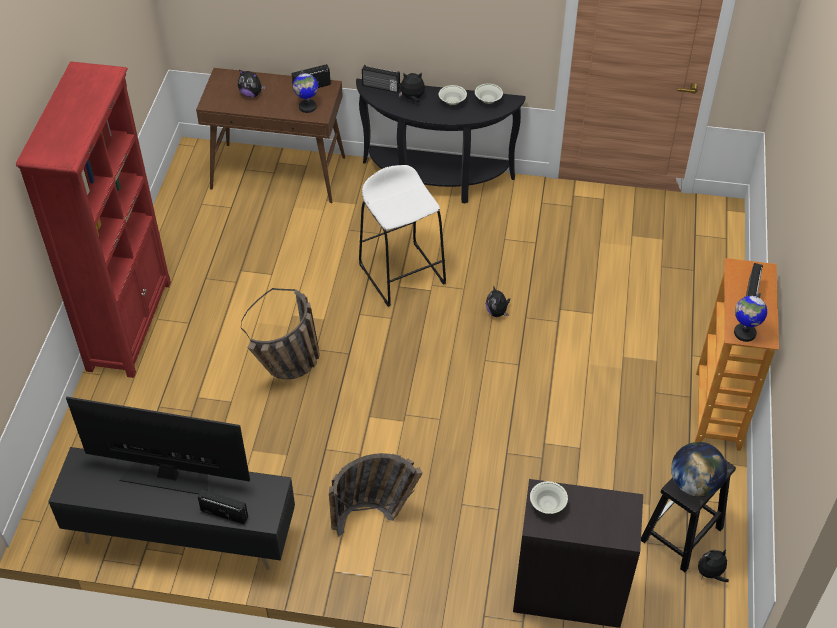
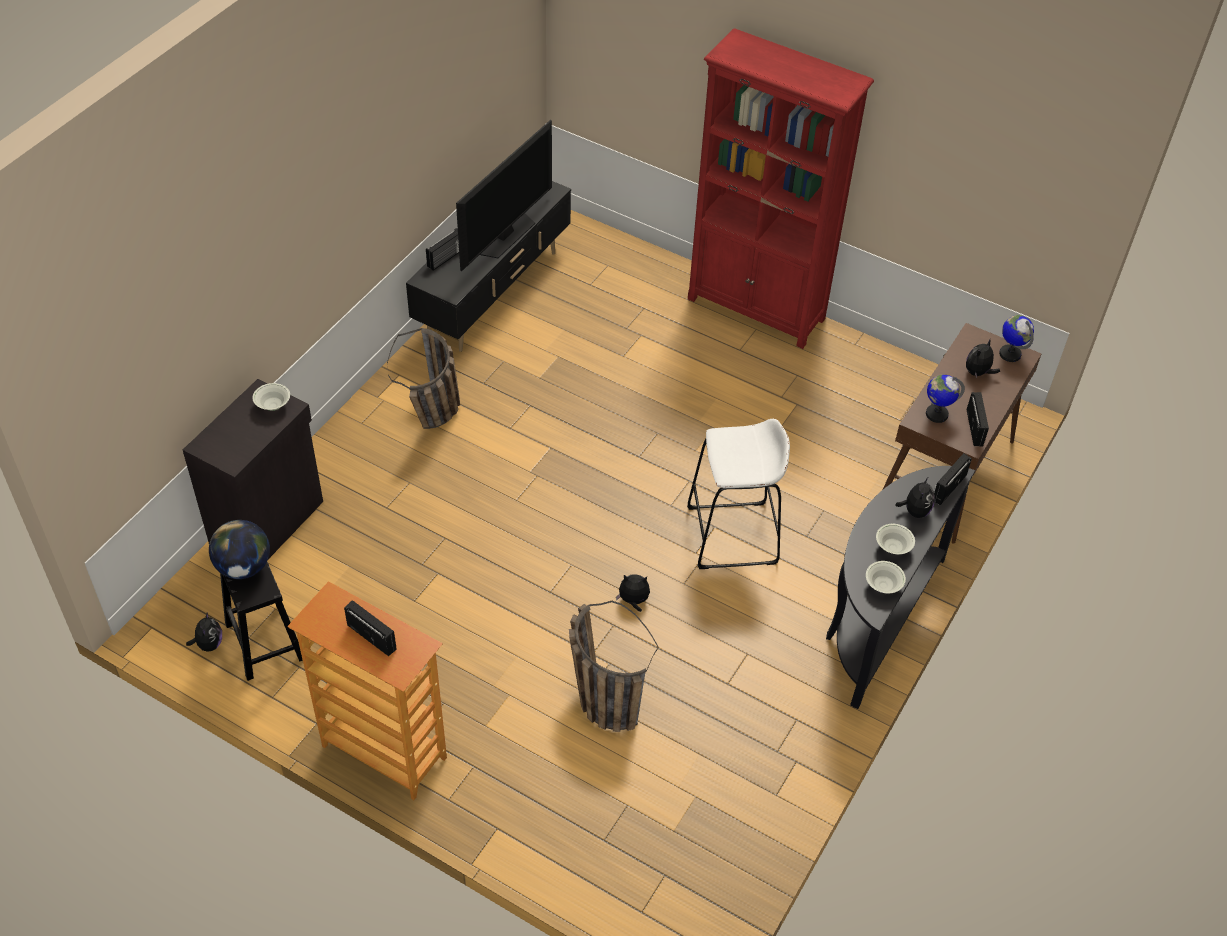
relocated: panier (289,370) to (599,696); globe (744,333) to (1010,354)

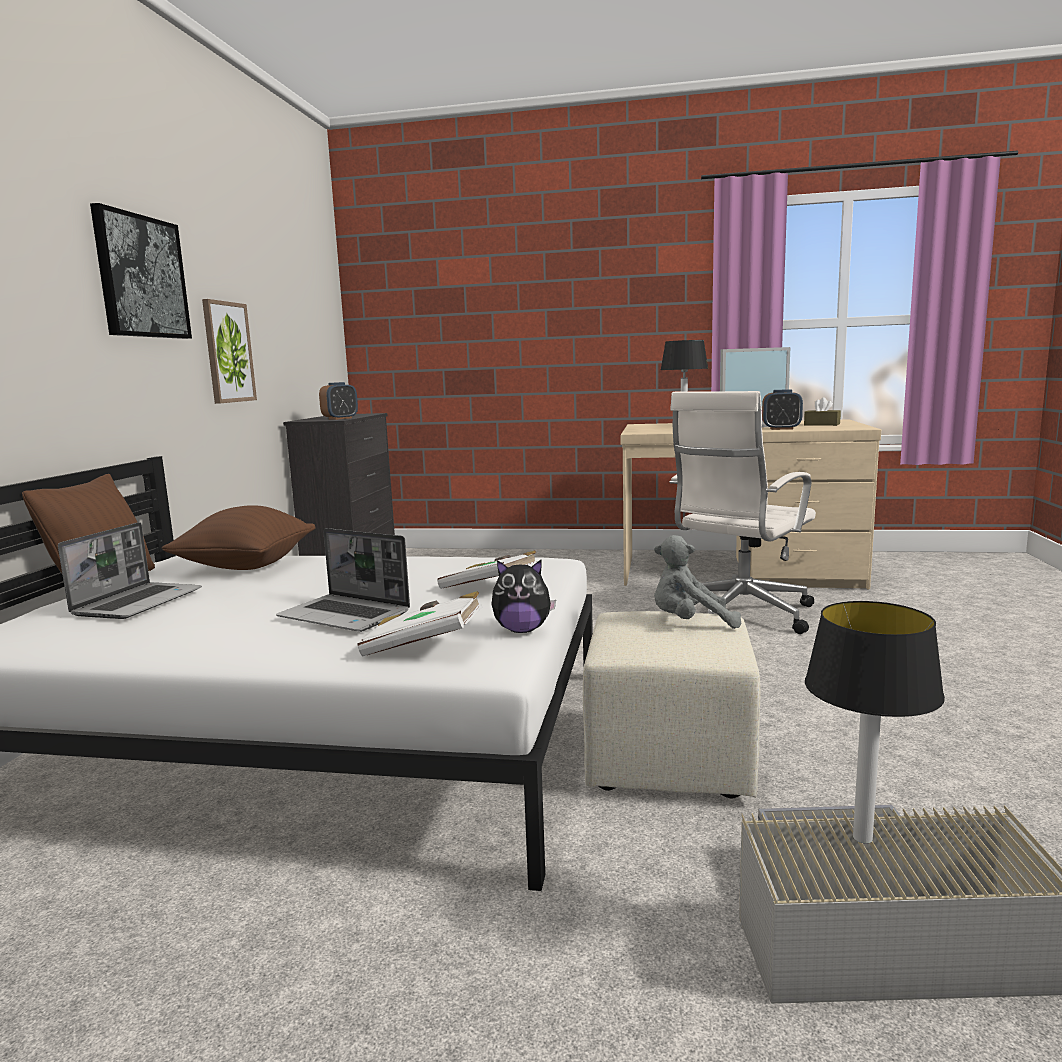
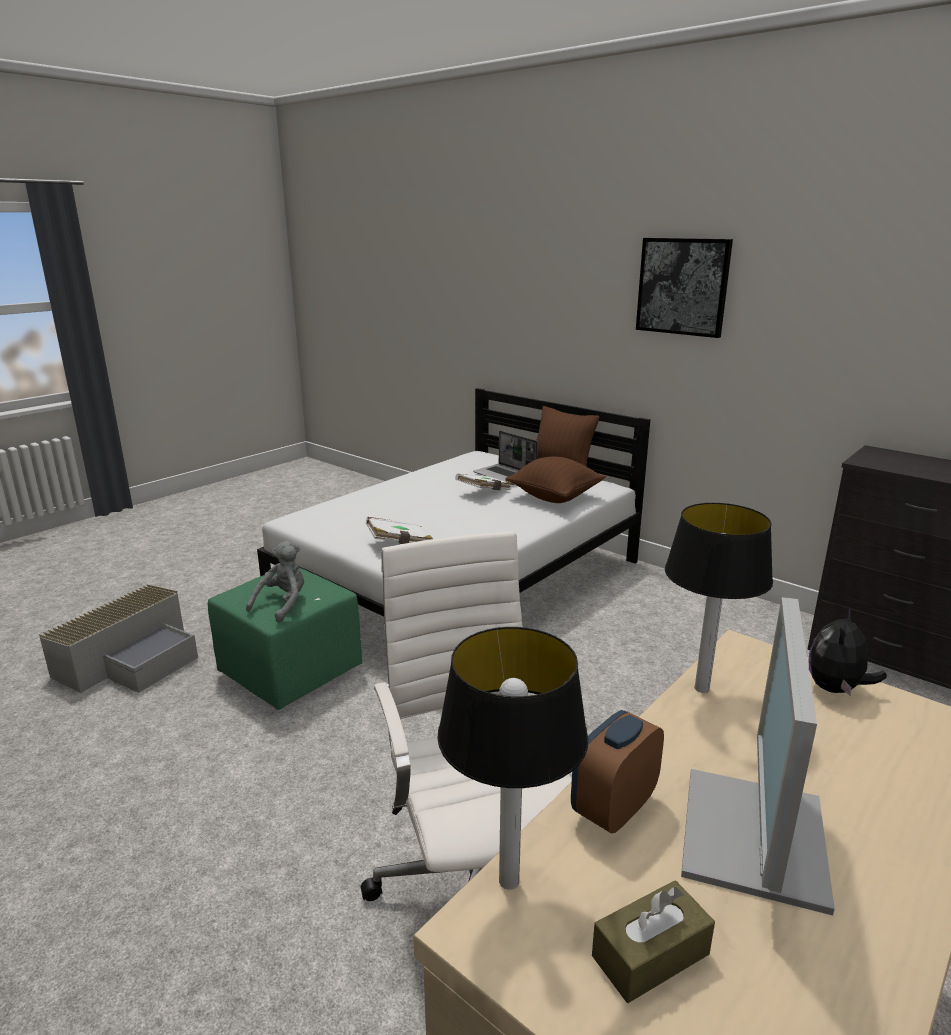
missing: tableau (228,352); réveil (340,418); ordinateur portable (346,615)
relocated: peluche (522,630) to (836,689); livre/blanc (423,646) to (484,492); lampe de table (861,837) to (510,879)
colour: pouf/beige (668,759) to pouf/vert (292,672)

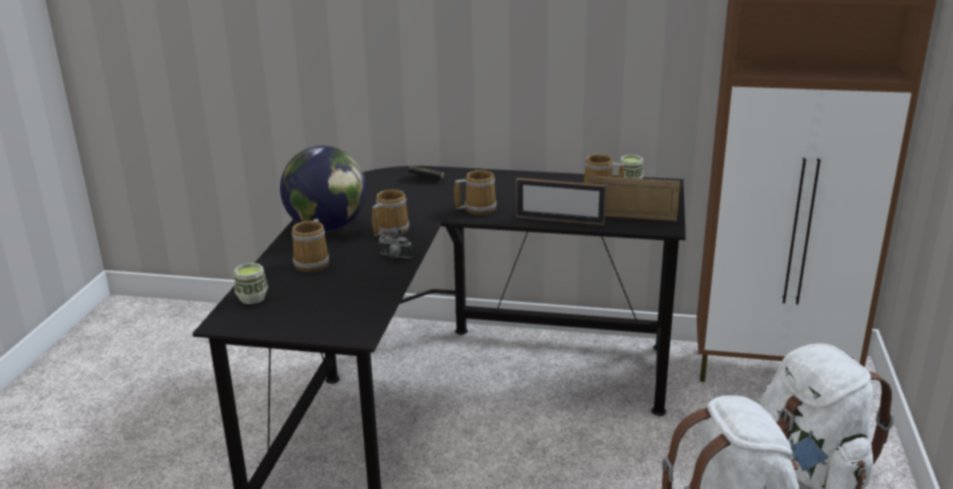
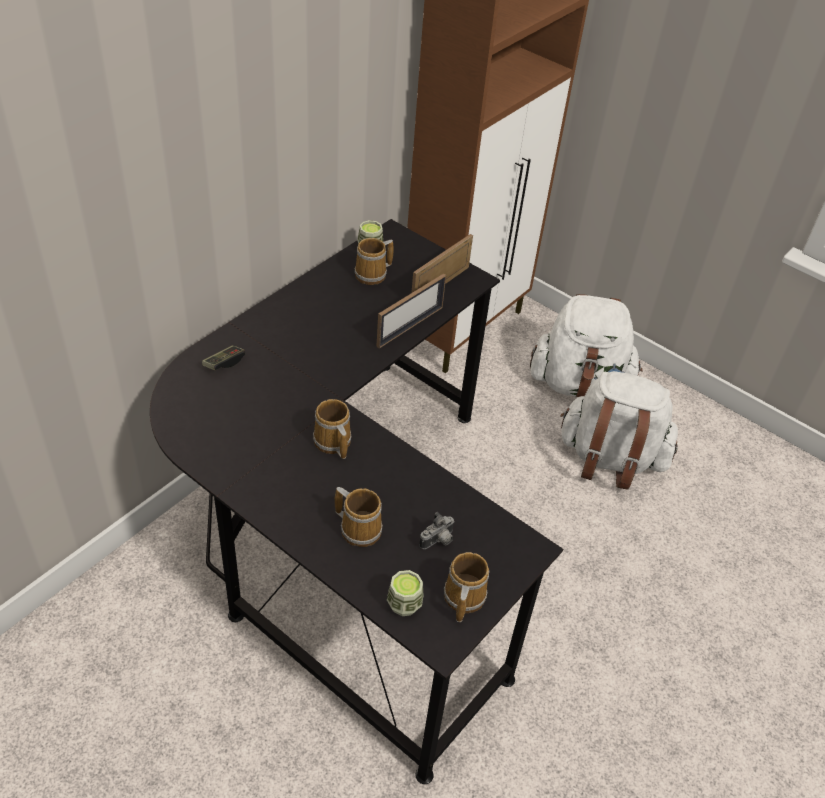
missing: globe (327,227)
relocated: mug (477,208) to (462,598); appareil photo (394,257) to (438,541)

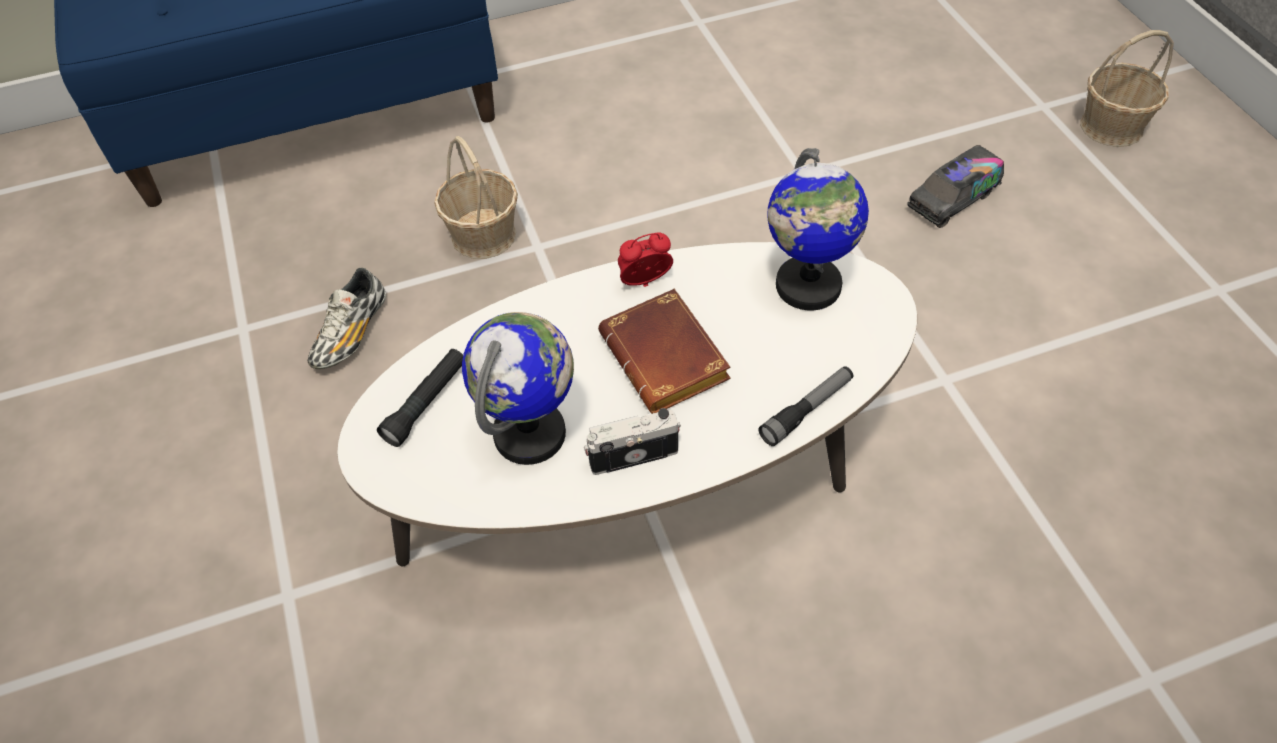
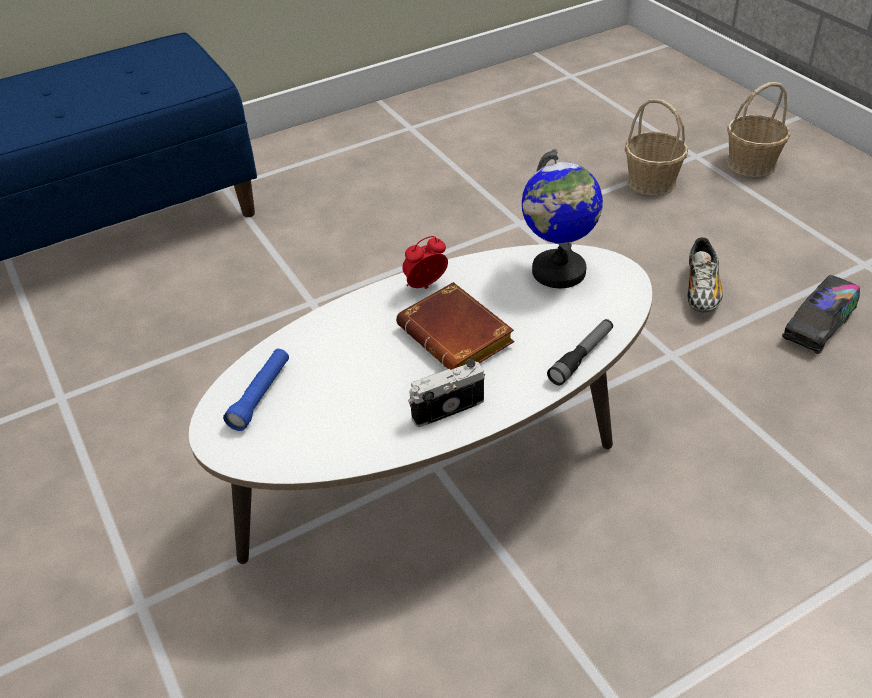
missing: globe (531,434)
relocated: panier (484,235) to (651,181); camion jouet (953,199) to (818,326); chaussure (351,334) to (701,290)
colour: lampe de poche/noir (426,403) to lampe de poche/bleu (260,395)

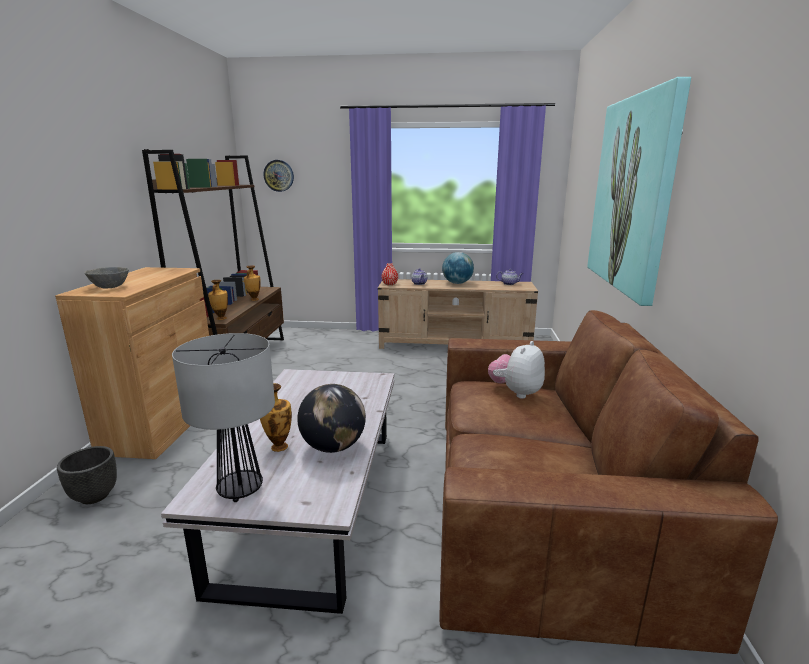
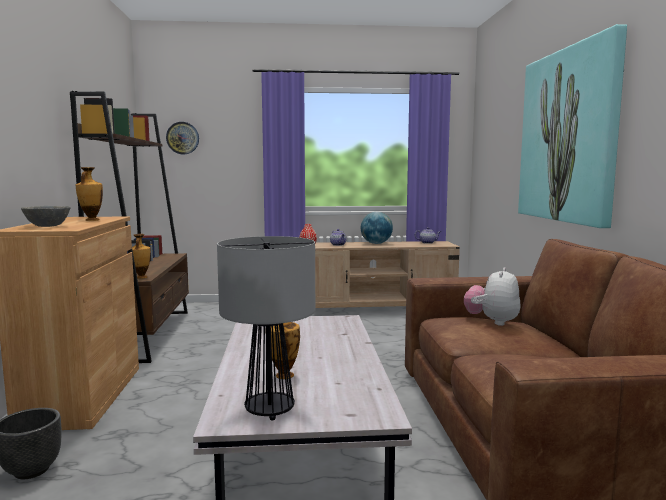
missing: globe (333,447)
relocated: vase (254,299) to (91,220)

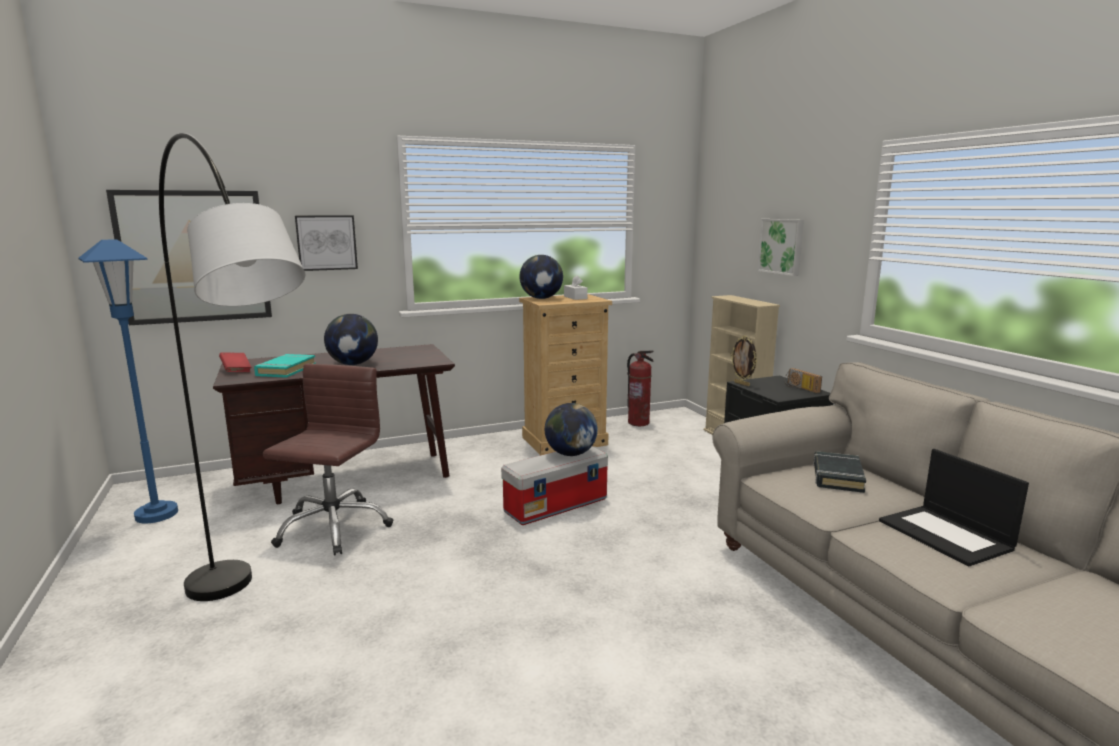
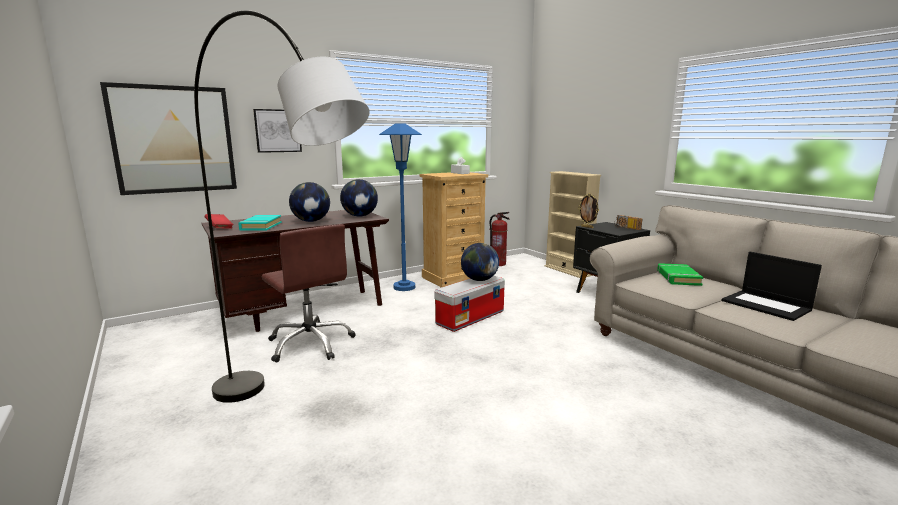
missing: tableau (782,246)
relocated: lampadaire/bleu (157,514) to (404,287); globe (541,298) to (360,216)
colour: livre/noir (837,476) to livre/vert (678,278)
spun: chaise de bureau/marron (333,527) = (311,344) 135 degrees clockwise

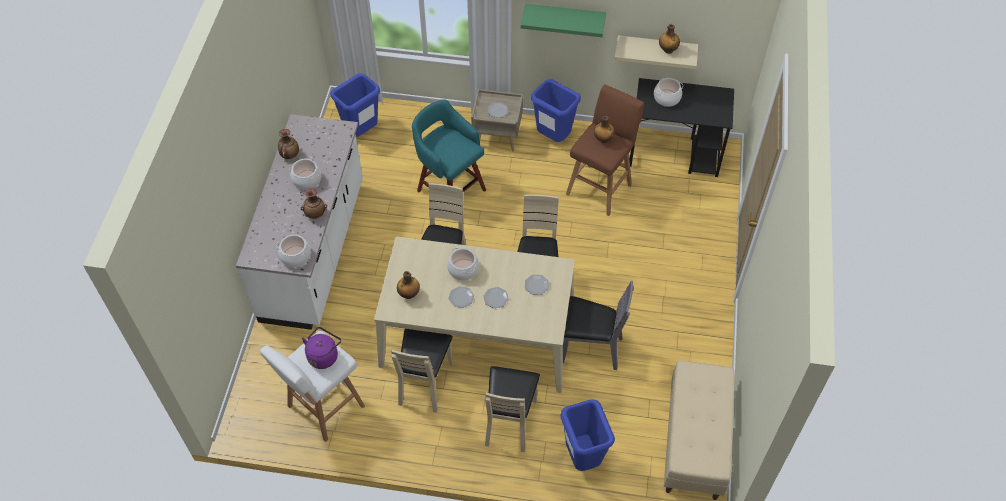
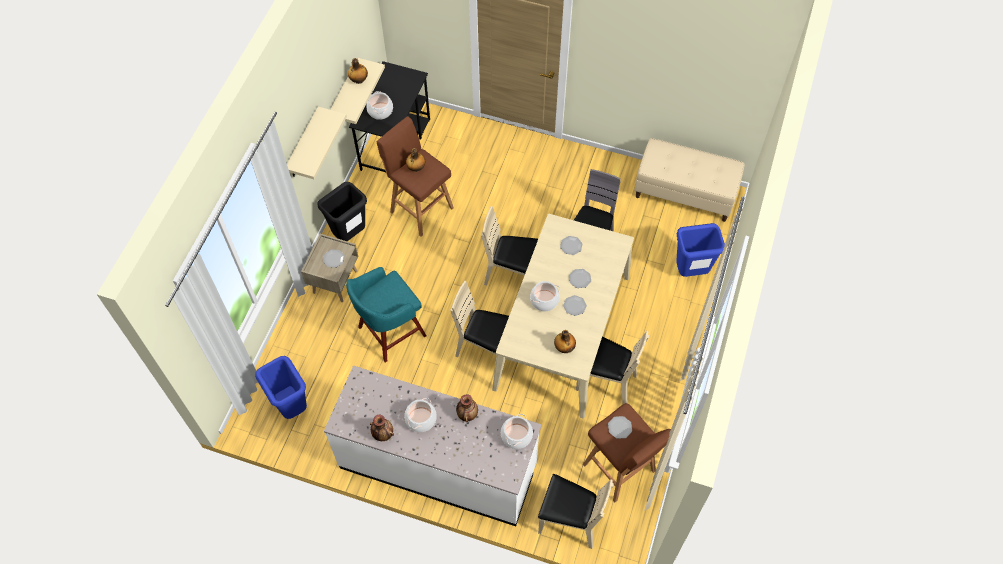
relocated: chaise/beige (509,422) to (570,521)
exchanged: bouilloire/violet (324,355) to assiette (619,427)
colour: étagère/vert (564,17) to étagère/beige (303,144); poubelle/bleu (553,138) to poubelle/noir (349,235); tabouret/blanc (324,408) to tabouret/marron (620,469)

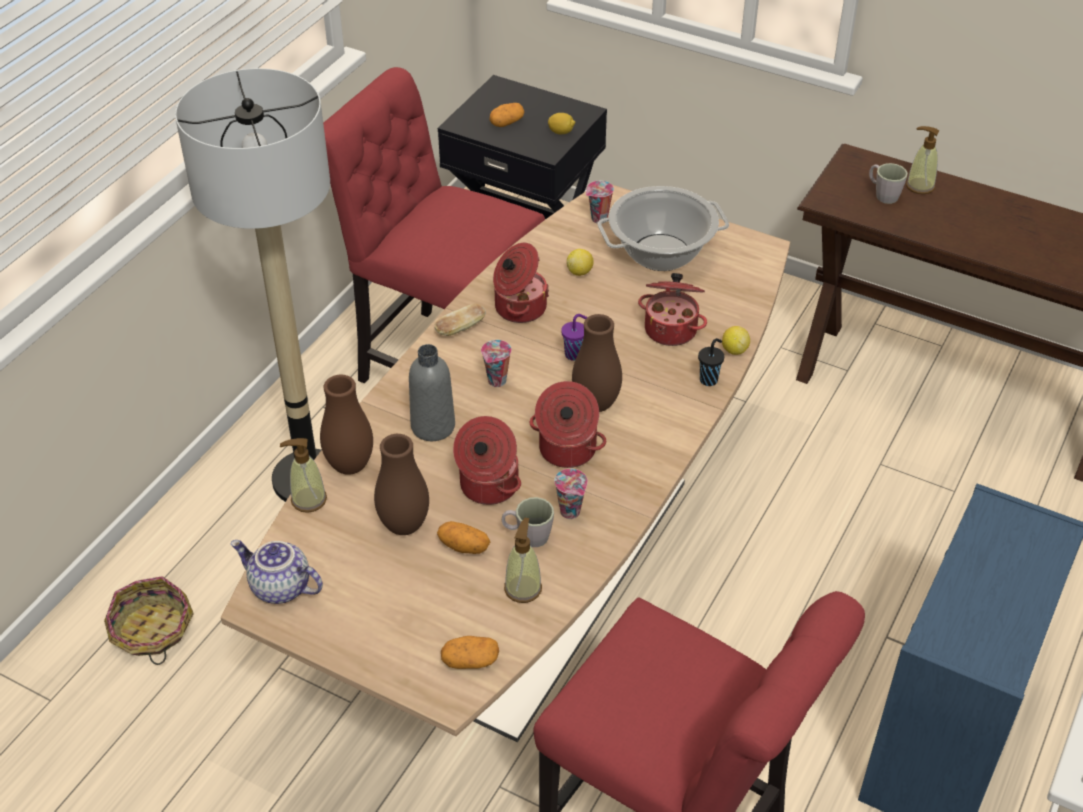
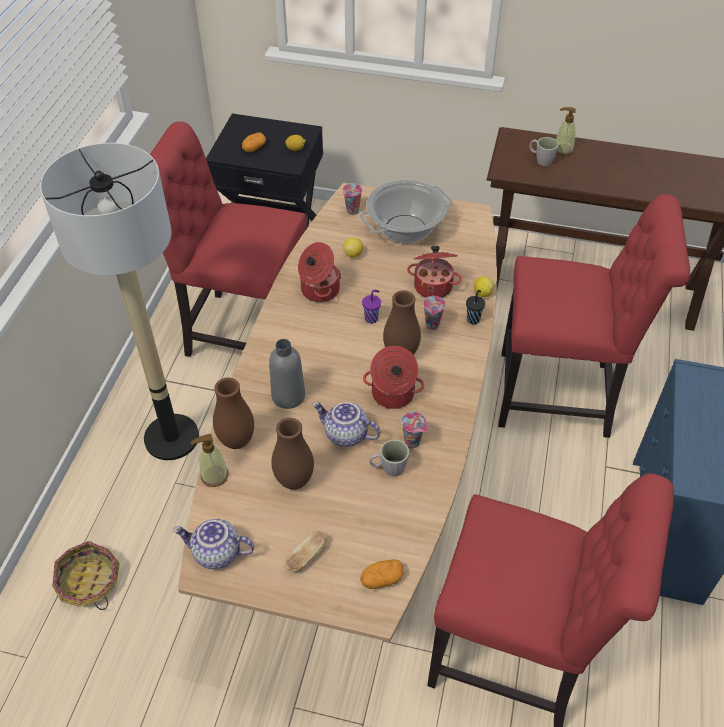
missing: distributeur de savon (523,588); pomme de terre (464,546)
appeared: chaise/rouge (561,395)
relocated: pain (460,328) to (306,556); tasse (497,382) to (432,326)
exchanged: marmite (487,486) to théière (345,435)

